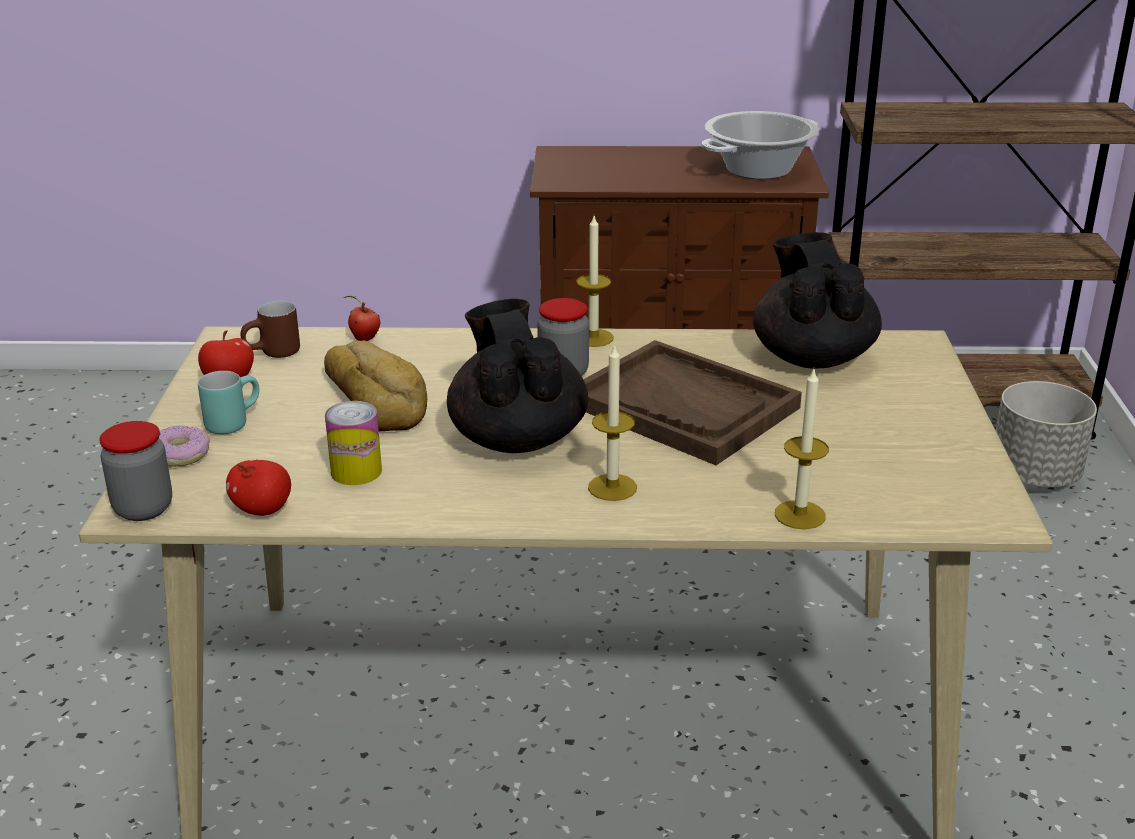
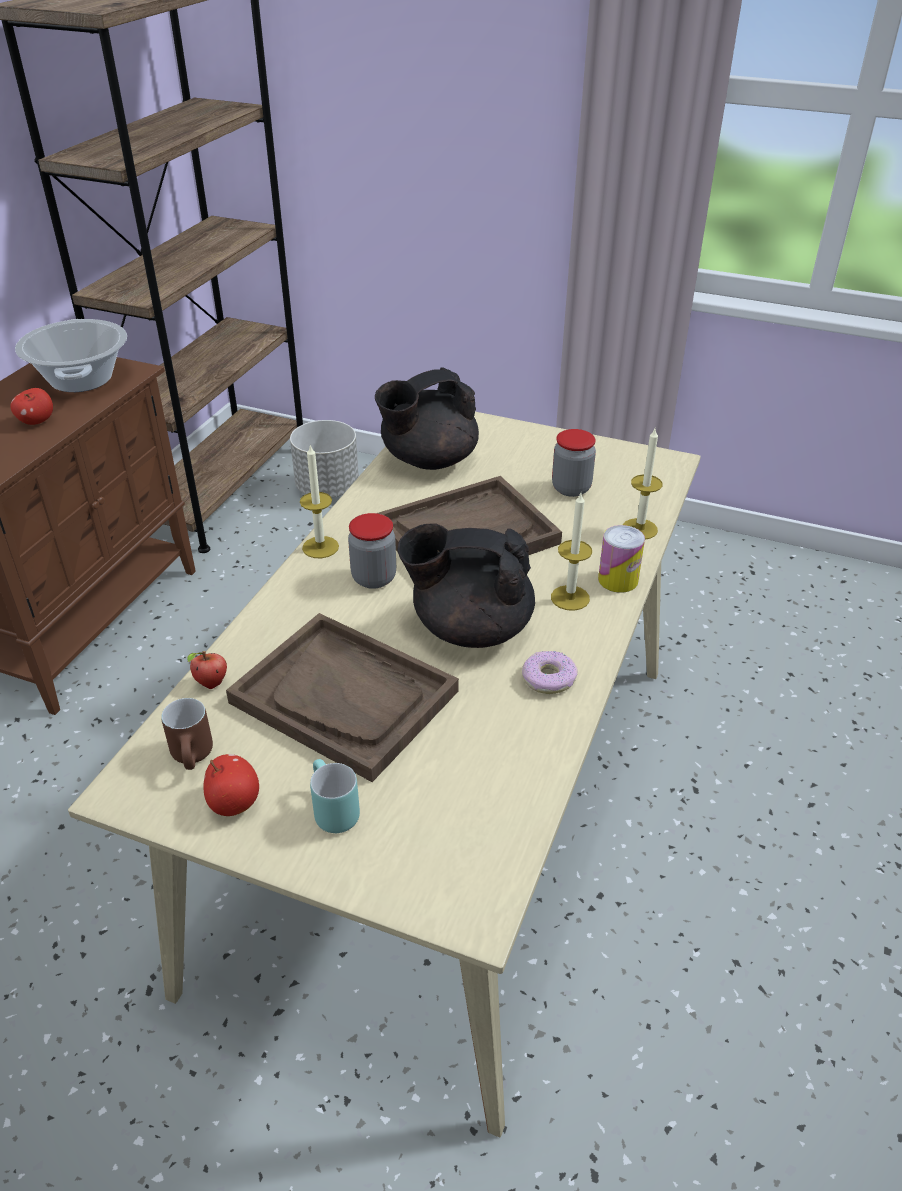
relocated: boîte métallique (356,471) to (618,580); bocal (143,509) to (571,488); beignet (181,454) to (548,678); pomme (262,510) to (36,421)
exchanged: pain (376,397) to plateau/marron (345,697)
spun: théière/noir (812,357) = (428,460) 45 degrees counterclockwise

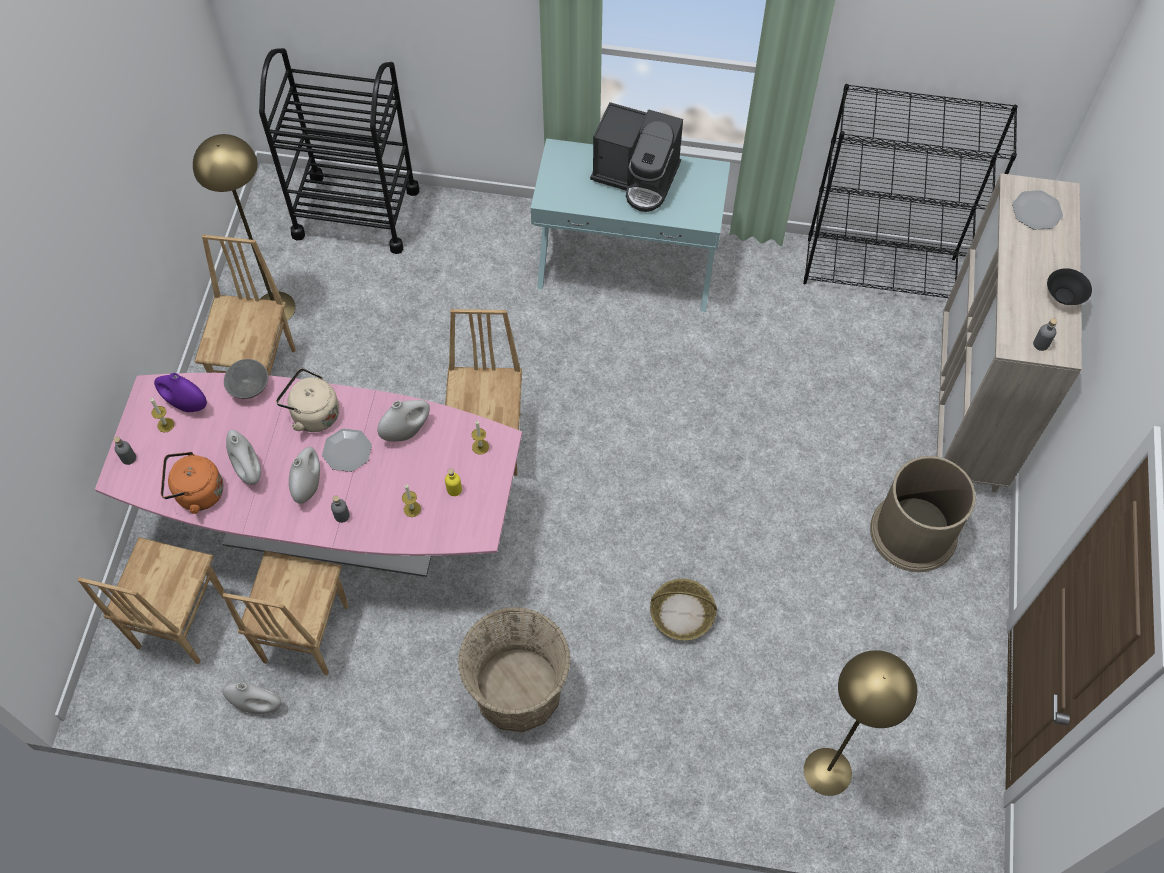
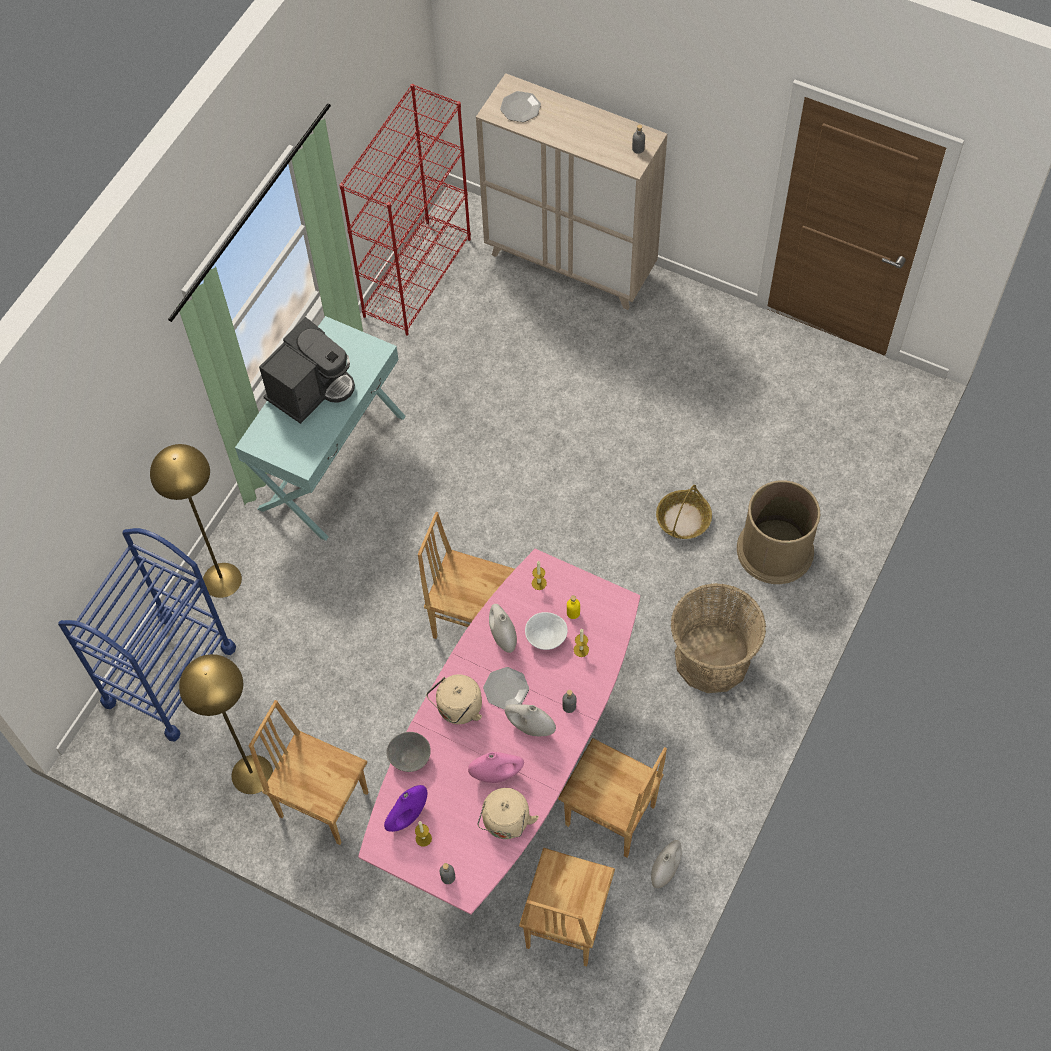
missing: bol/noir (1064,296)
appeared: bol/blanc (546,638)
relocated: poubelle/marron (913,532) to (775,550); lampadaire/jaune (828,771) to (222,580)
colour: chariot/noir (356,212) to chariot/bleu (169,675); bibliothèque/noir (880,270) to bibliothèque/rouge (417,276); vase/blanc (248,469) to vase/rose (497,774); bouilloire/orange (196,493) to bouilloire/beige (506,823)
spun: chaise/marron (180,622) = (564,923) 75 degrees clockwise

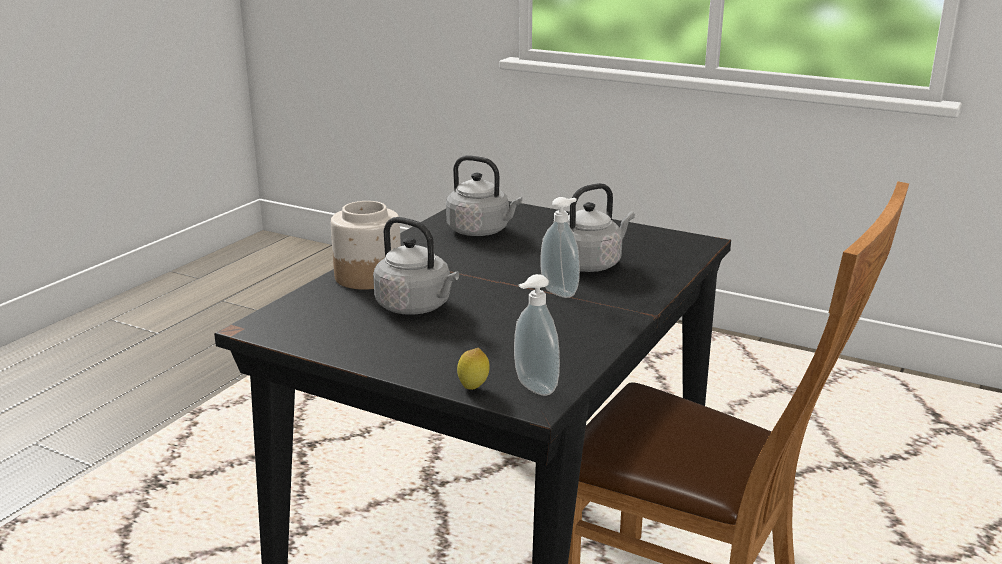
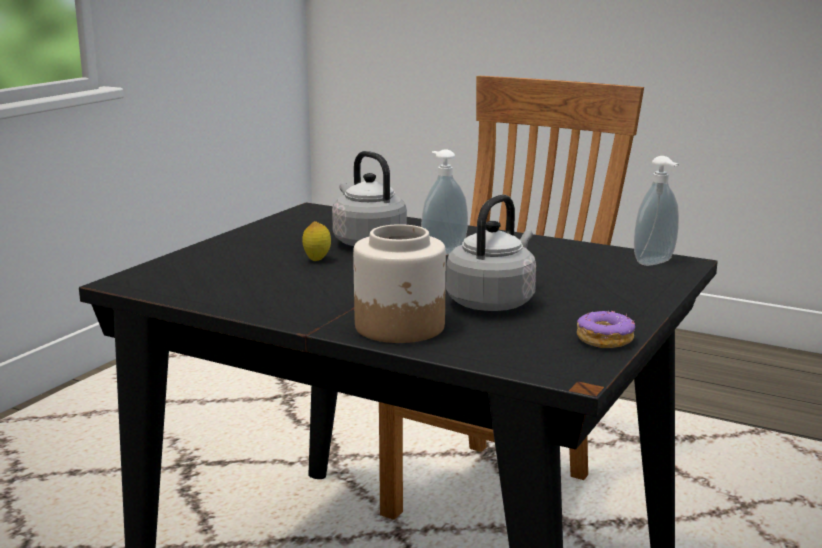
missing: bouilloire/gris (481,231)
appeared: beignet (604,339)
relocated: citron (473,389) to (317,260)

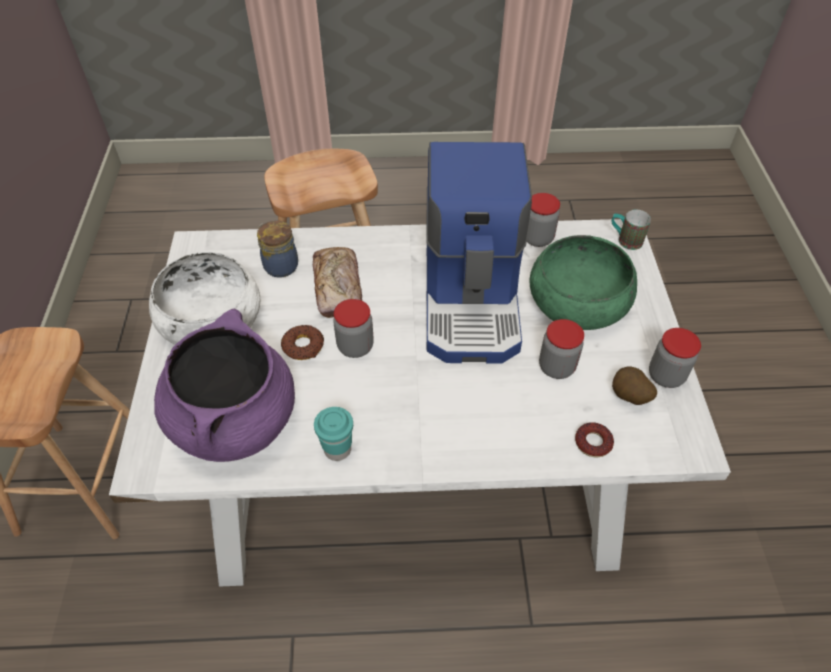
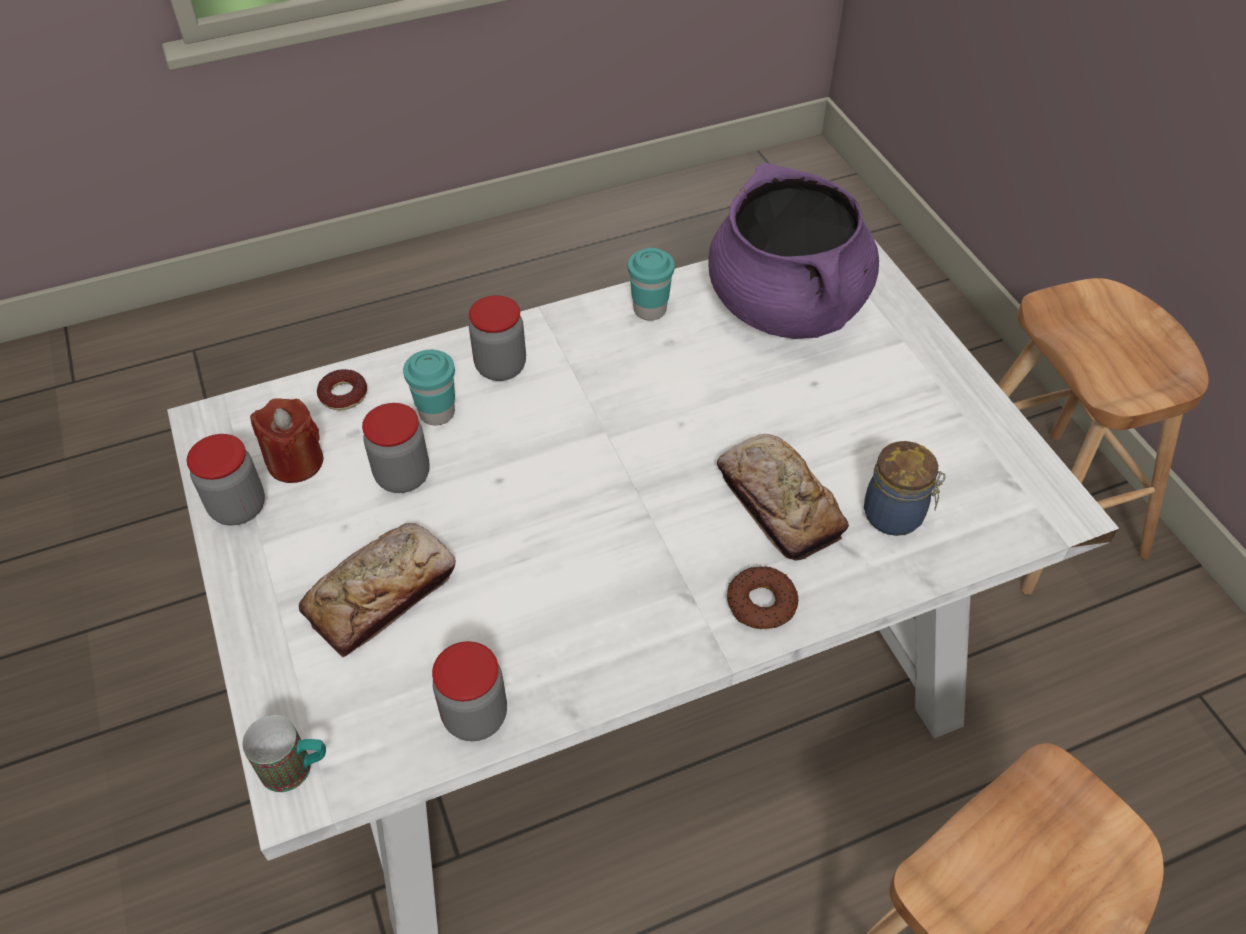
missing: machine à café (473,300); bol/blanc (211,320)
appeared: tasse/turquoise (437,413)
relocated: bocal (355,346) to (501,367); beignet (303,346) to (760,603)
exchanged: bol/vert (577,301) to pain (381,595); pomme de terre (628,397) to bougie/rouge (295,462)

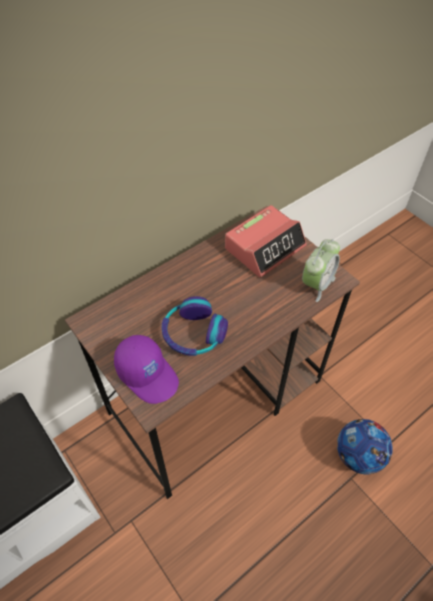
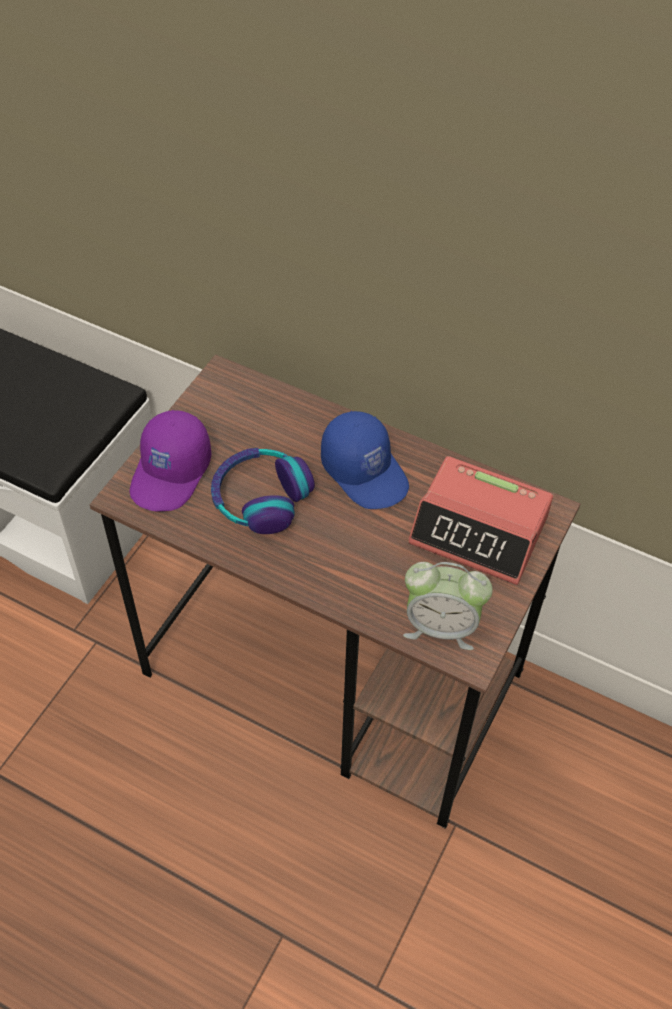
missing: ballon de foot (358,455)
appeared: casquette/bleu (365,471)

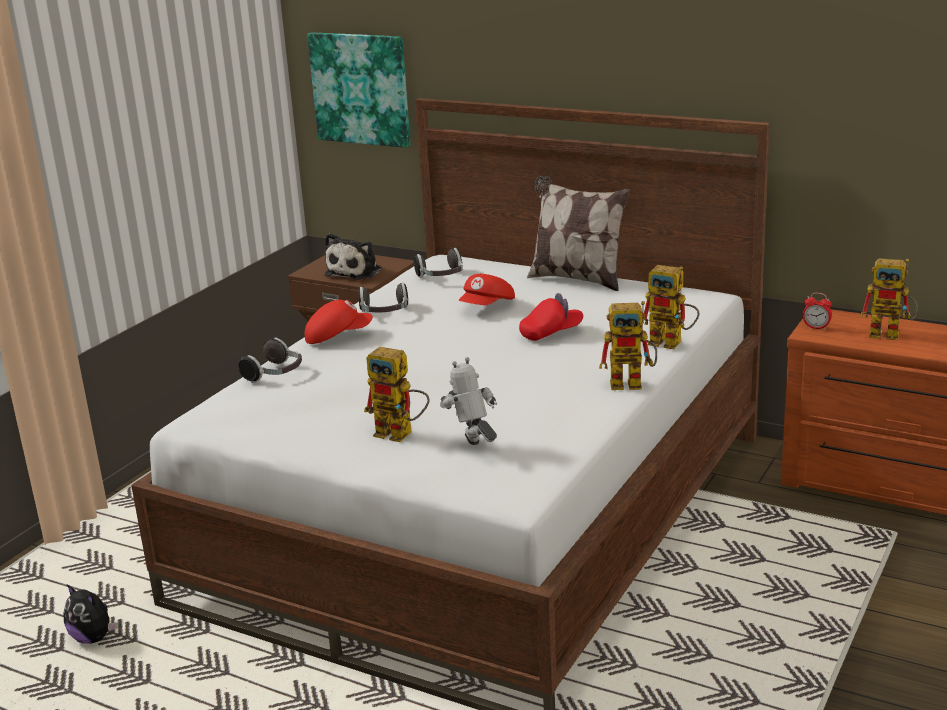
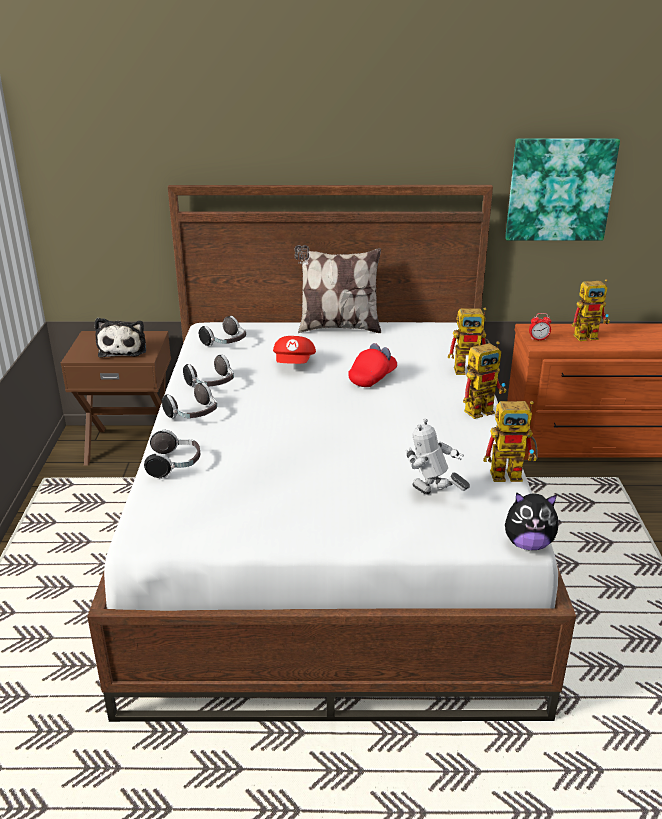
relocated: tableau (361,88) to (559,189); robot jouet (401,434) to (512,474); peluche (93,638) to (528,544)
exchanged: casquette/rouge (337,336) to casque audio (193,415)

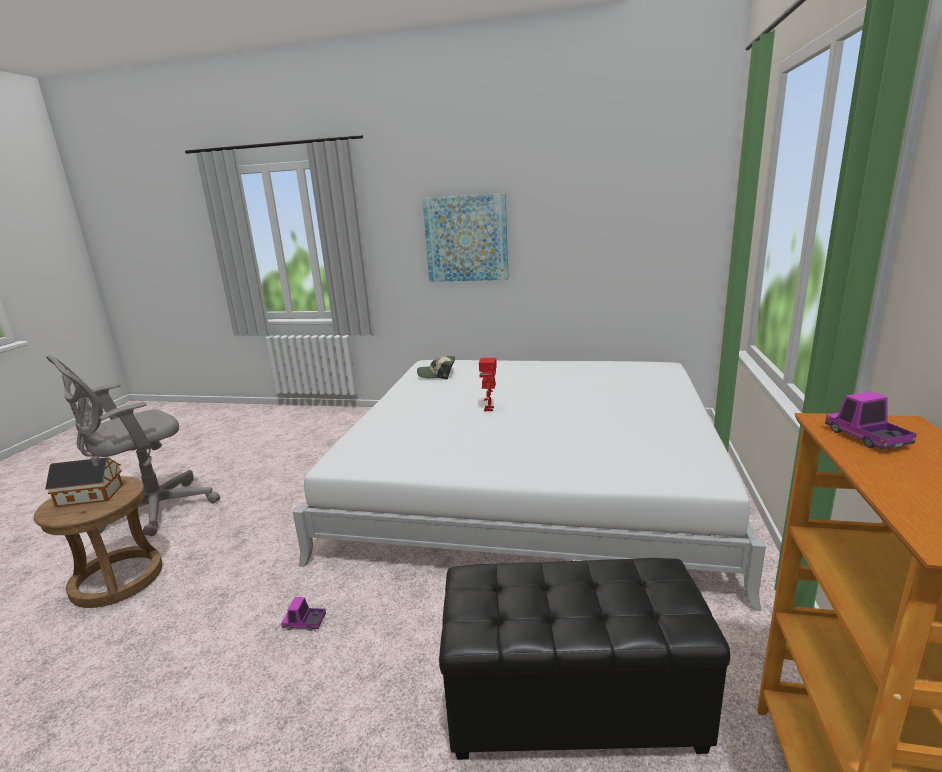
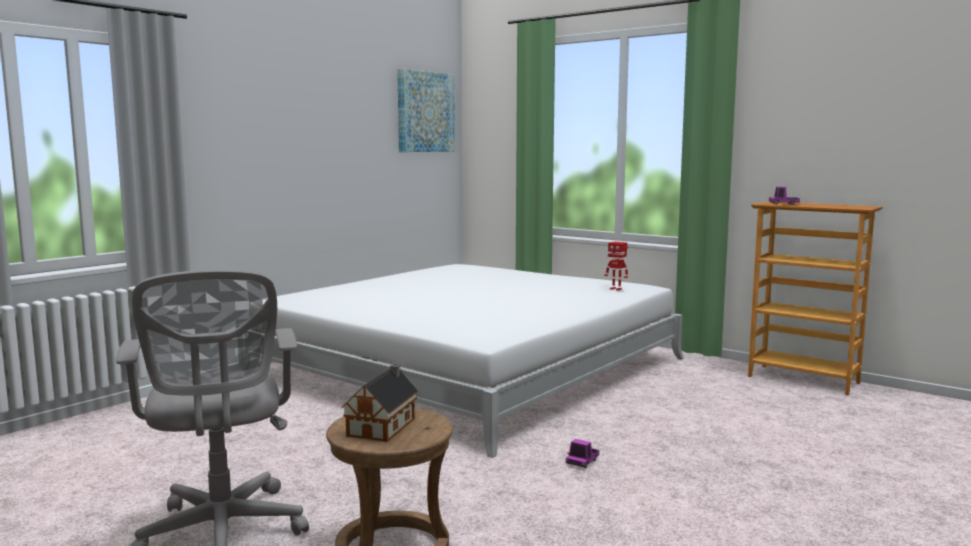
missing: casquette (437,374); pouf/noir (572,704)
relocated: tableau (466,238) to (425,112); robot jouet (489,409) to (616,289)

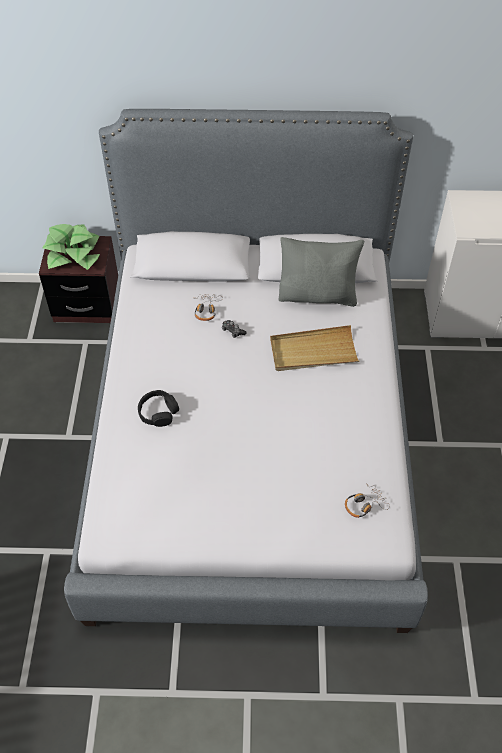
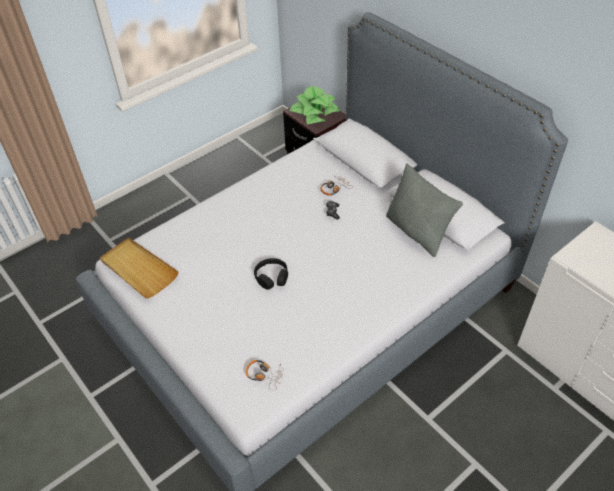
relocated: plateau/beige (313,351) to (138,269); casque audio/noir (158,412) to (271,277)

